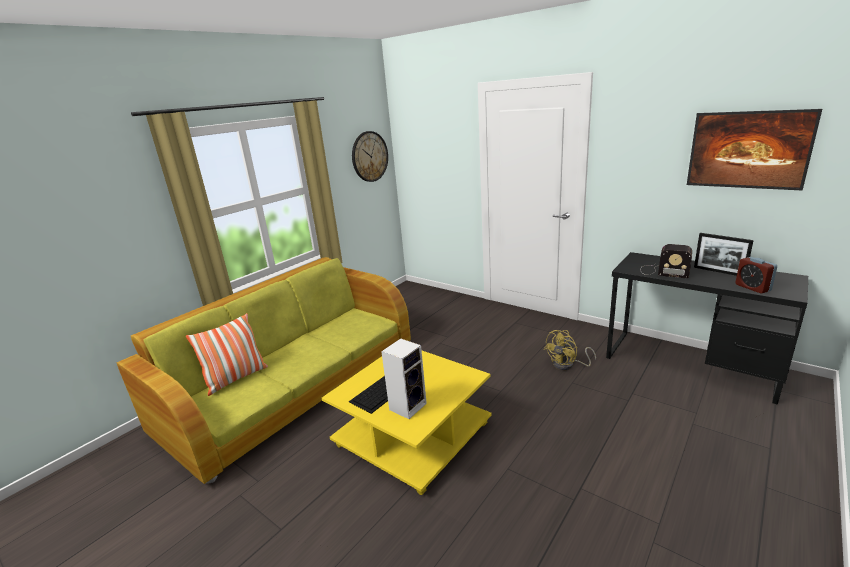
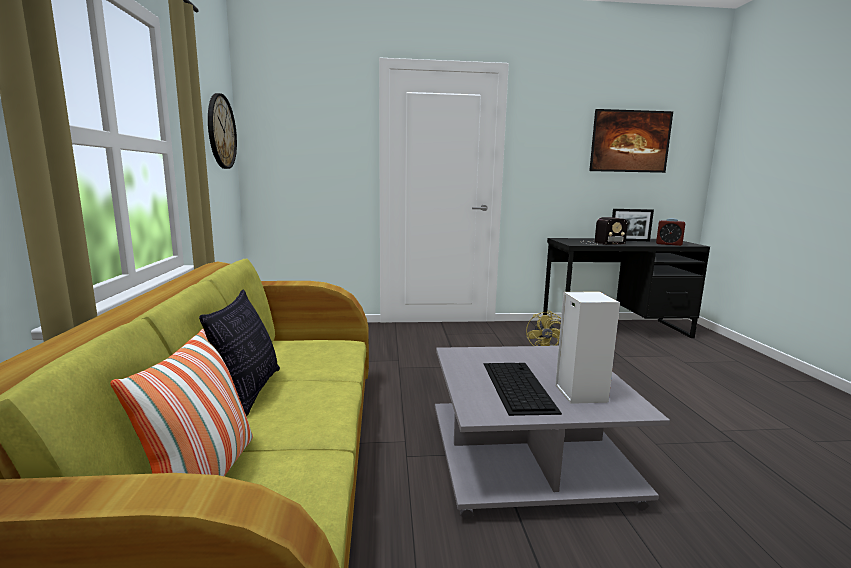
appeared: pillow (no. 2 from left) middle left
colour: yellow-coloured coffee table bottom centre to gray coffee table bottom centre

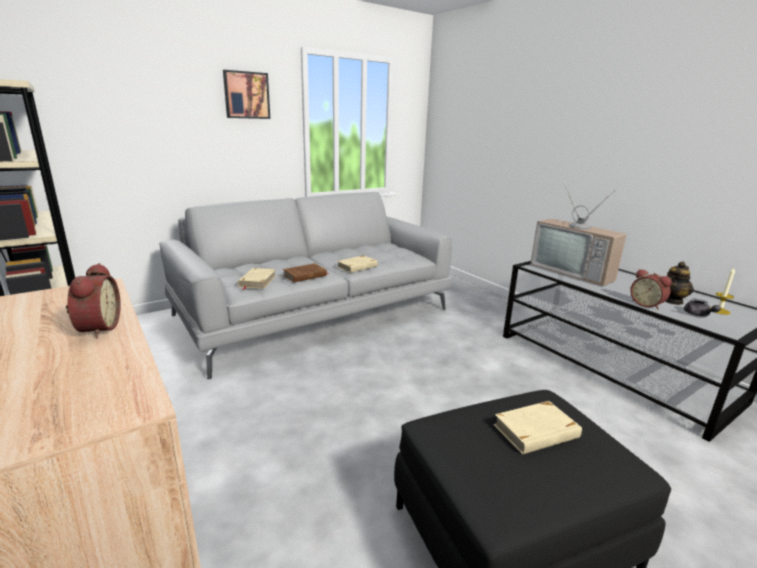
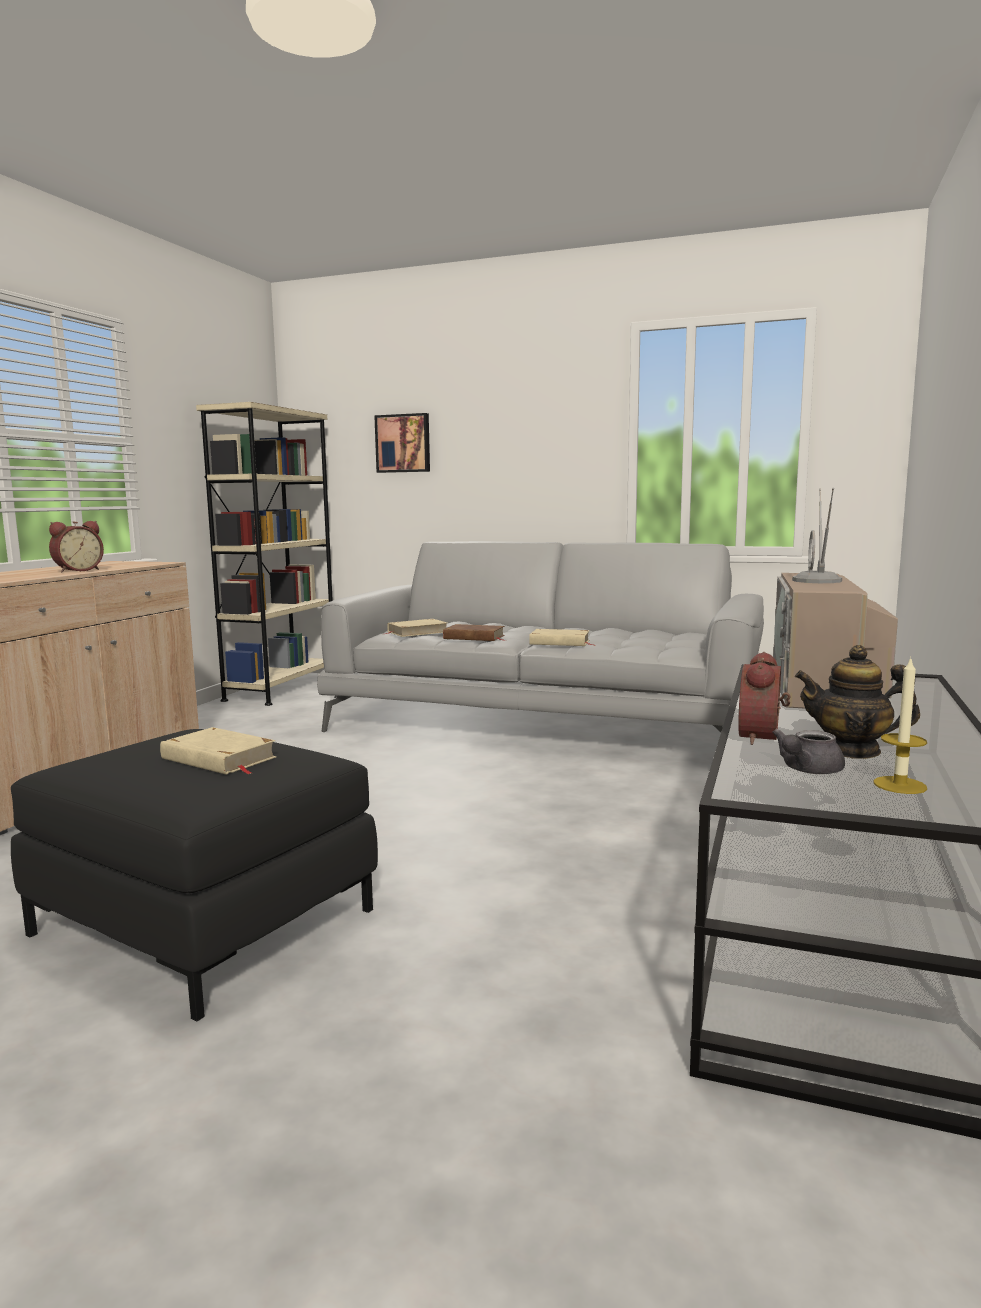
relocated: wall picture top left to centre

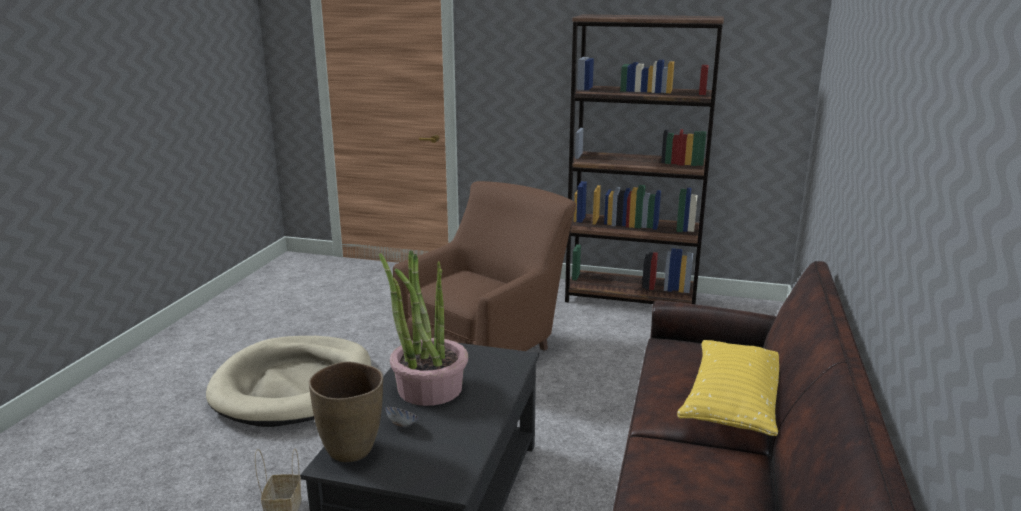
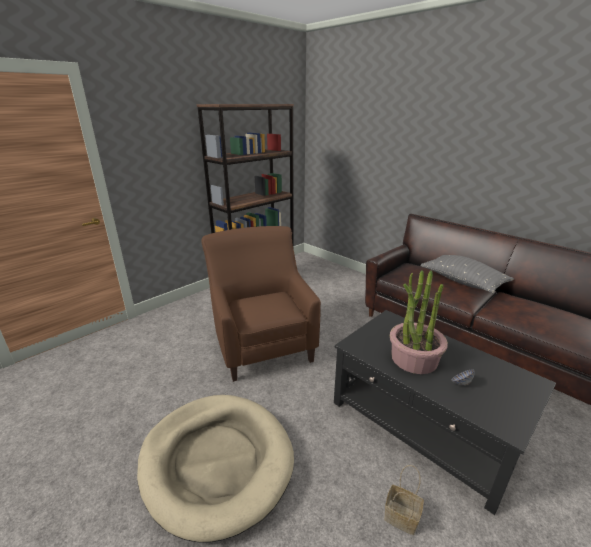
missing: brownish vase bottom centre
colour: yellow-coloured pillow bottom right to gray pillow middle right

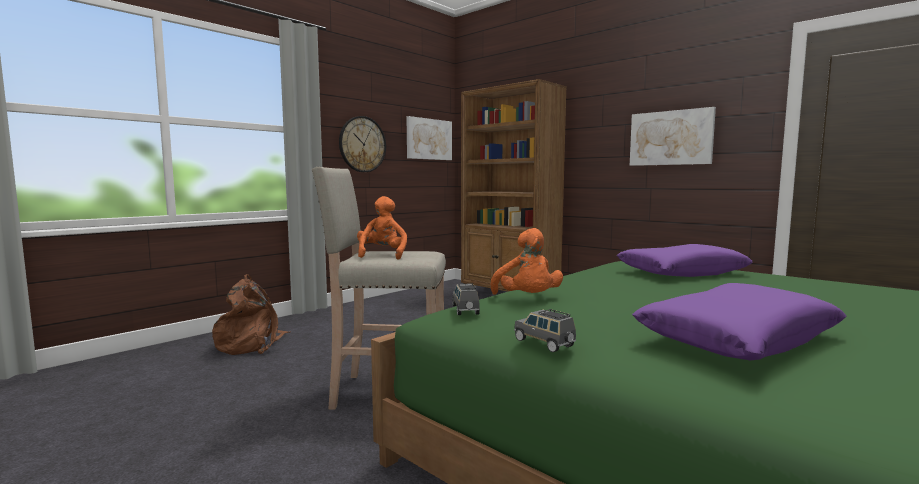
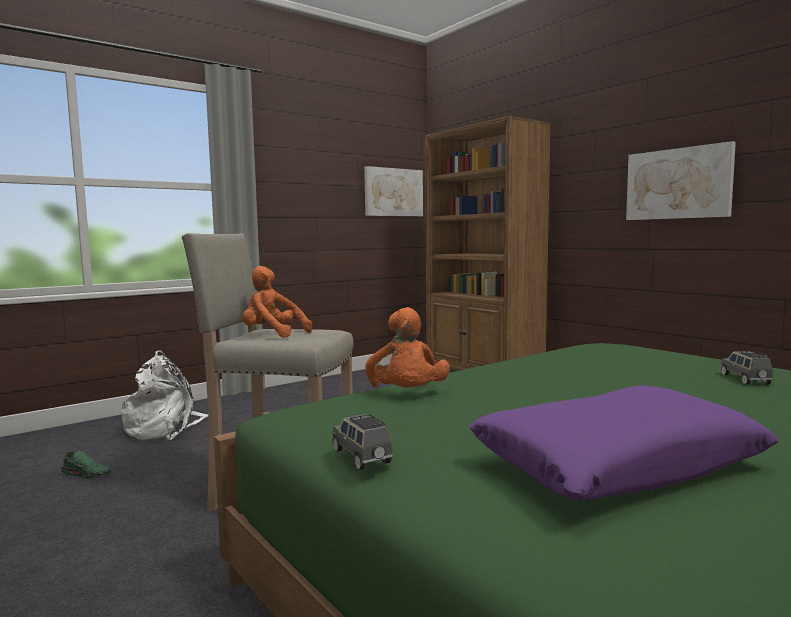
missing: clock on the wall top centre; purple pillow (no. 1 from left) middle right
appeared: greenish low shoe bottom left
relocated: gray miniature car (no. 1 from left in the first image) centre to gray miniature car (no. 2 from left) middle right
colour: brownish backpack middle left to white backpack middle left
spun: orange soft toy (no. 1 from left) centre = centre 75 degrees counterclockwise

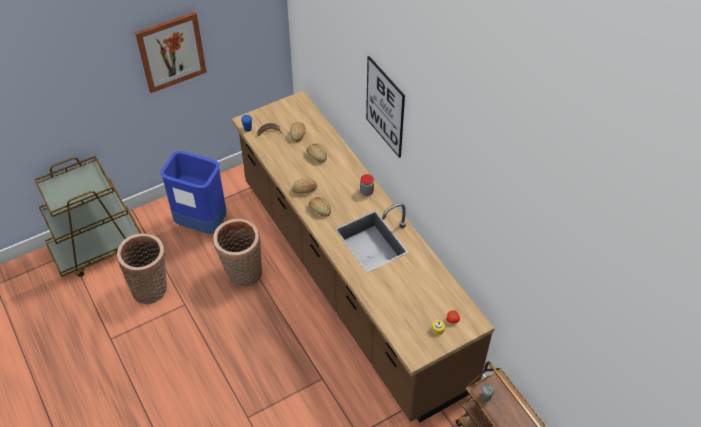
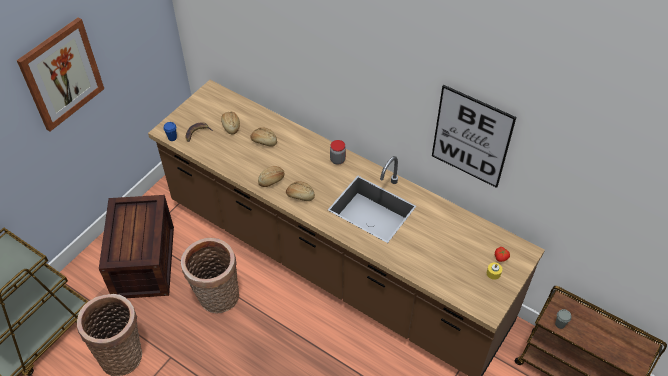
relocated: wall picture (no. 2 from left) top centre to middle right
exchanged: blue-coloured waste bin middle left to packing crate middle left

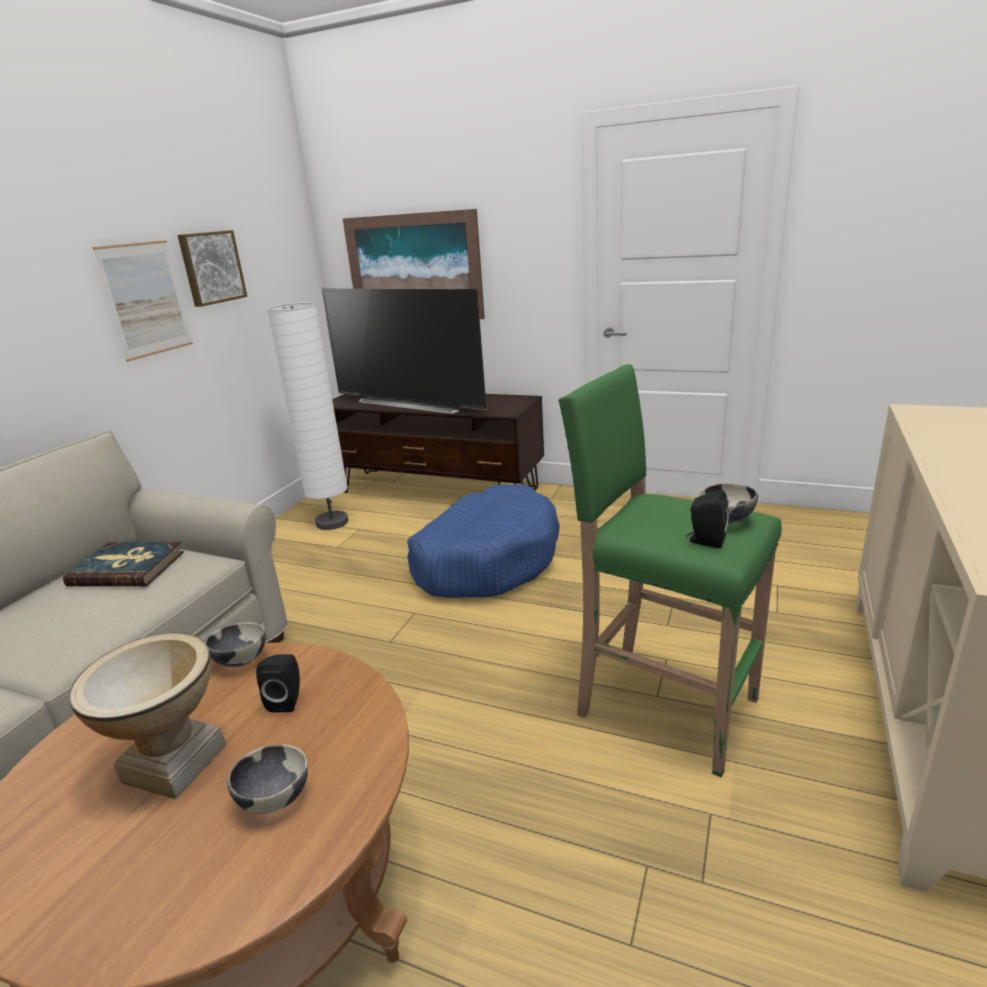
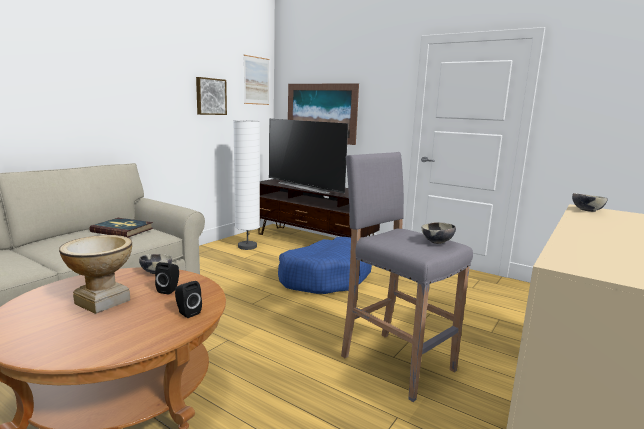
relocated: wall picture (no. 1 from left in the first image) top left to wall picture (no. 2 from left) top centre; serving bowl (no. 2 from left in the first image) bottom left to serving bowl (no. 3 from left) middle right; black-coloured loudspeaker (no. 2 from left) middle right to bottom left
colour: greenish sitting stool middle right to gray sitting stool centre

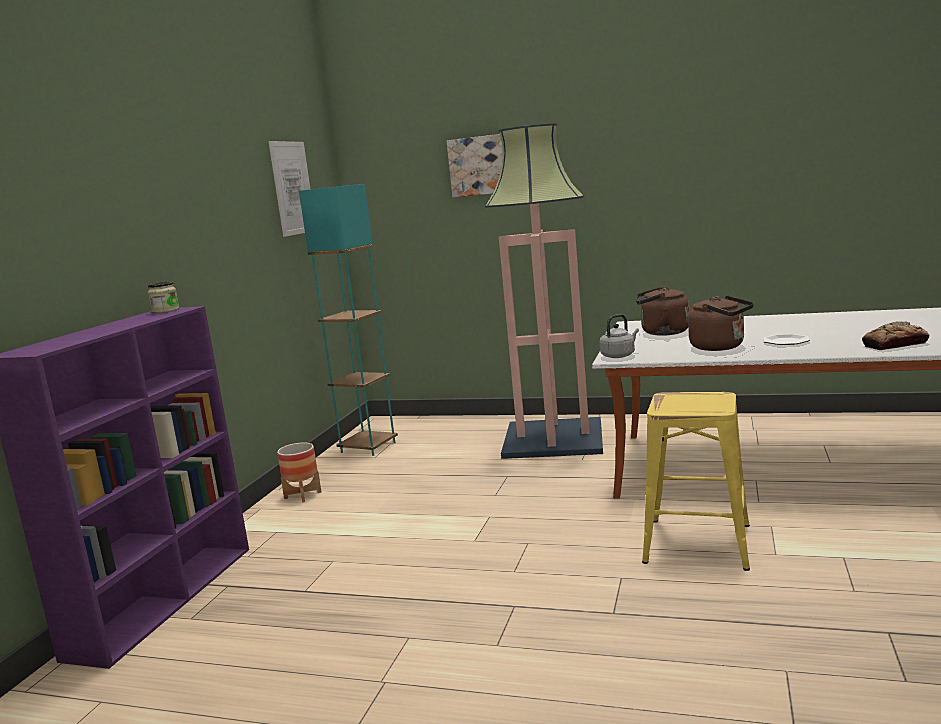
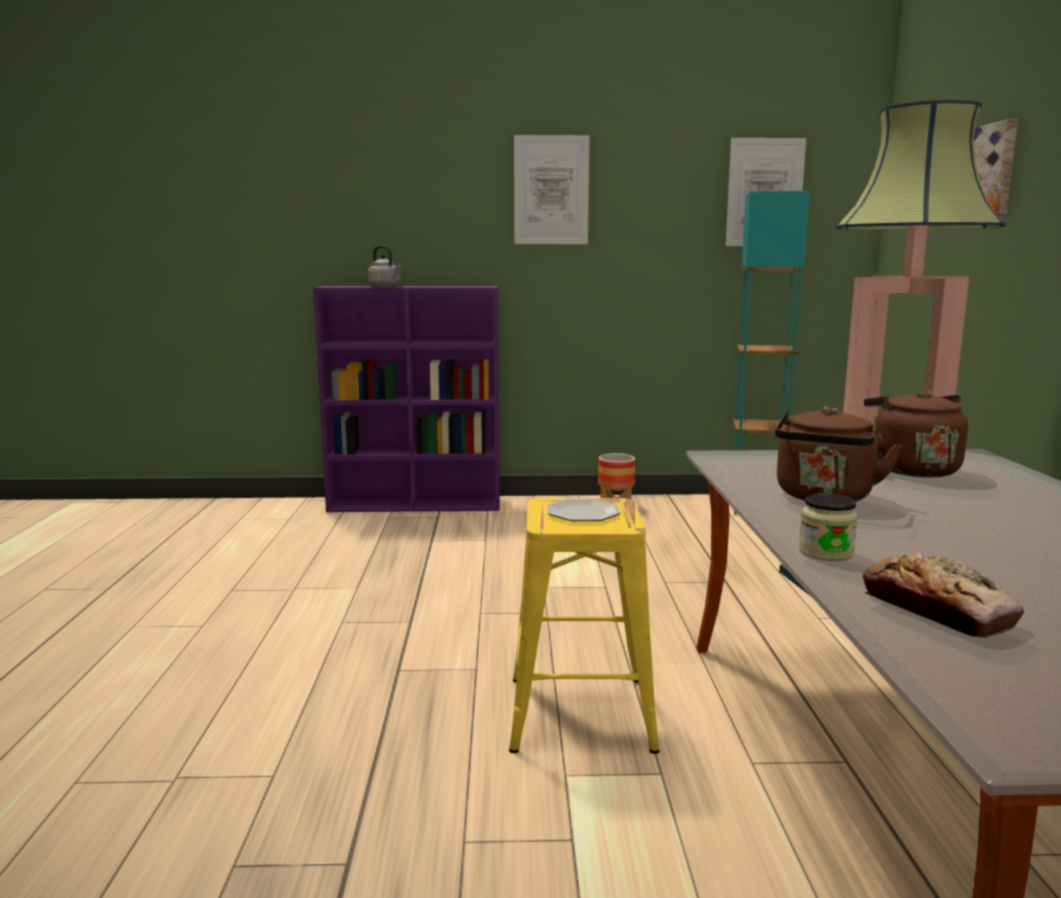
appeared: wall picture (no. 1 from left) top centre
relocated: storage jar middle left to middle right; gray kettle centre to top centre; dinner plate middle right to centre

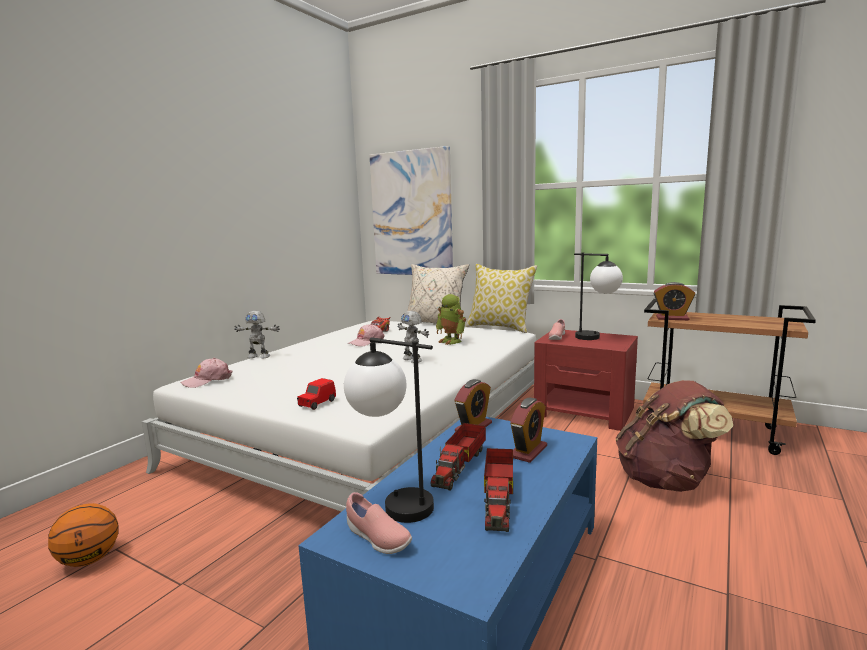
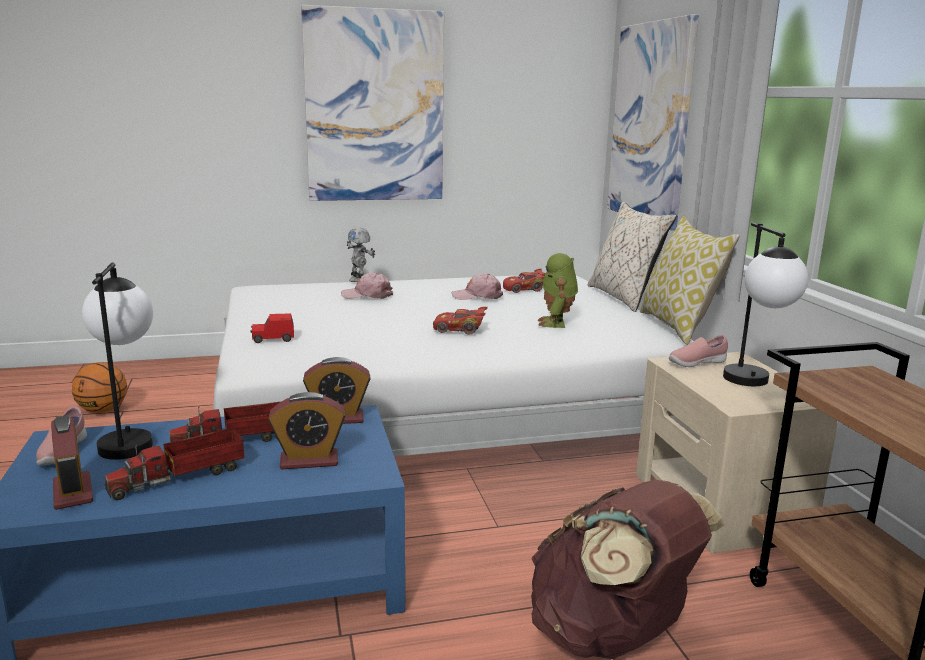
appeared: wall picture (no. 1 from left) top centre
relocated: pinkish baseball cap (no. 1 from left) middle left to centre; alarm clock (no. 3 from left in the first image) middle right to alarm clock (no. 1 from left) bottom left
exchanged: model robot (no. 2 from left) centre to red-coloured miniature car (no. 2 from left) centre
colour: red-coloured bedside table middle right to beige bedside table bottom right

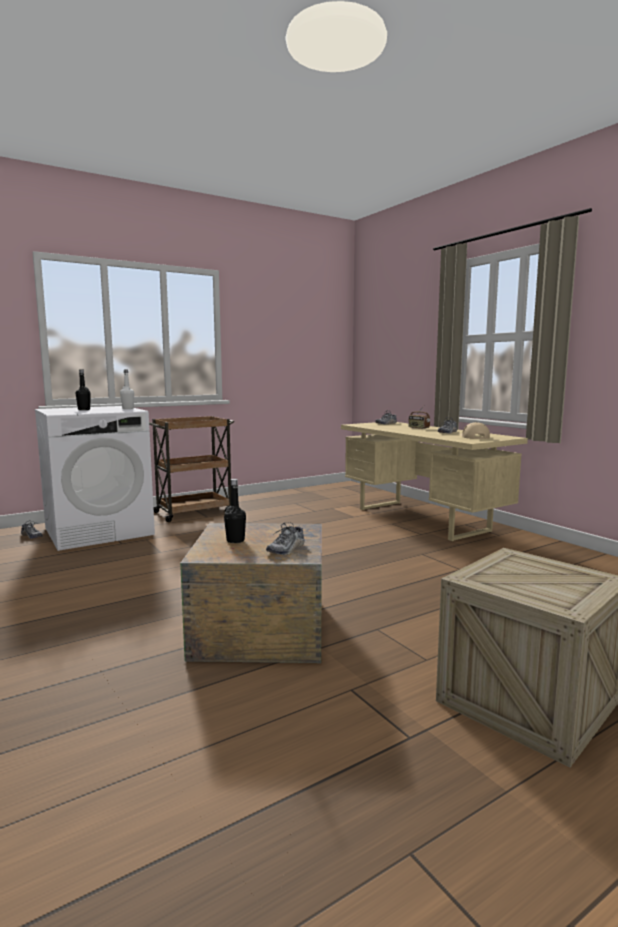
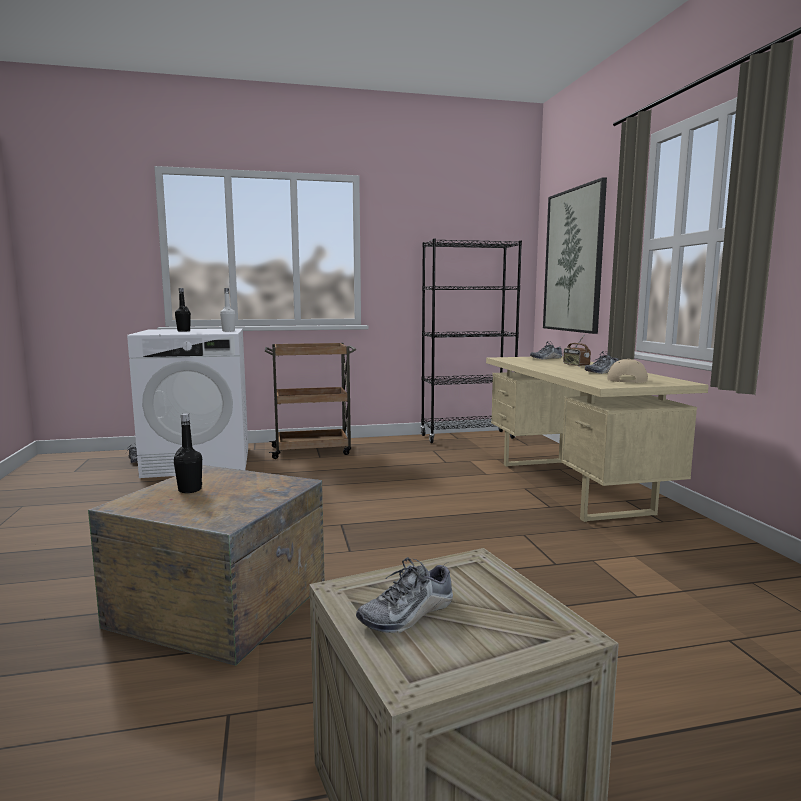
appeared: black-coloured bookshelf centre; wall picture top right
relocated: low shoe (no. 2 from left) centre to bottom centre

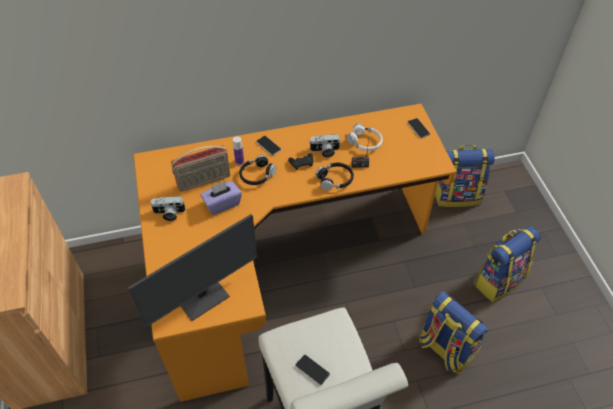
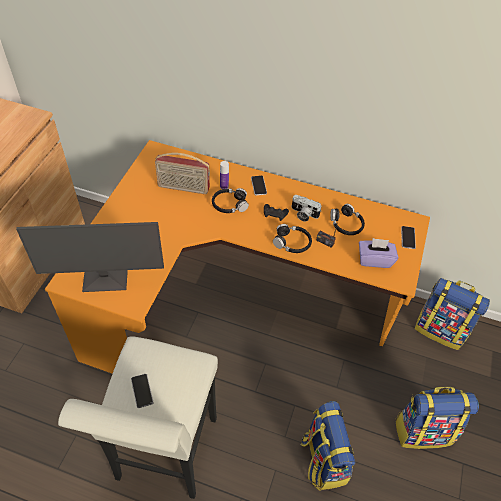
missing: photo camera (no. 1 from left) middle left
relocated: purple box of tissues centre to middle right
colour: white pair of headphones centre to black-coloured pair of headphones (no. 3 from left) middle right

